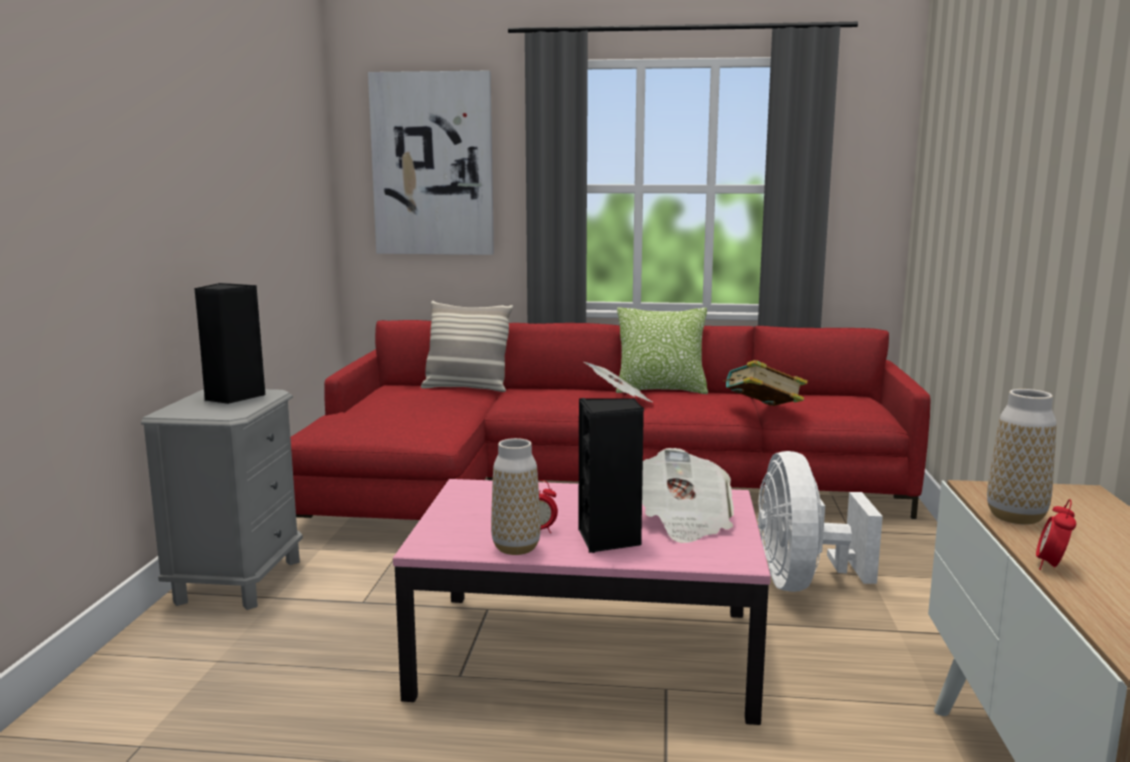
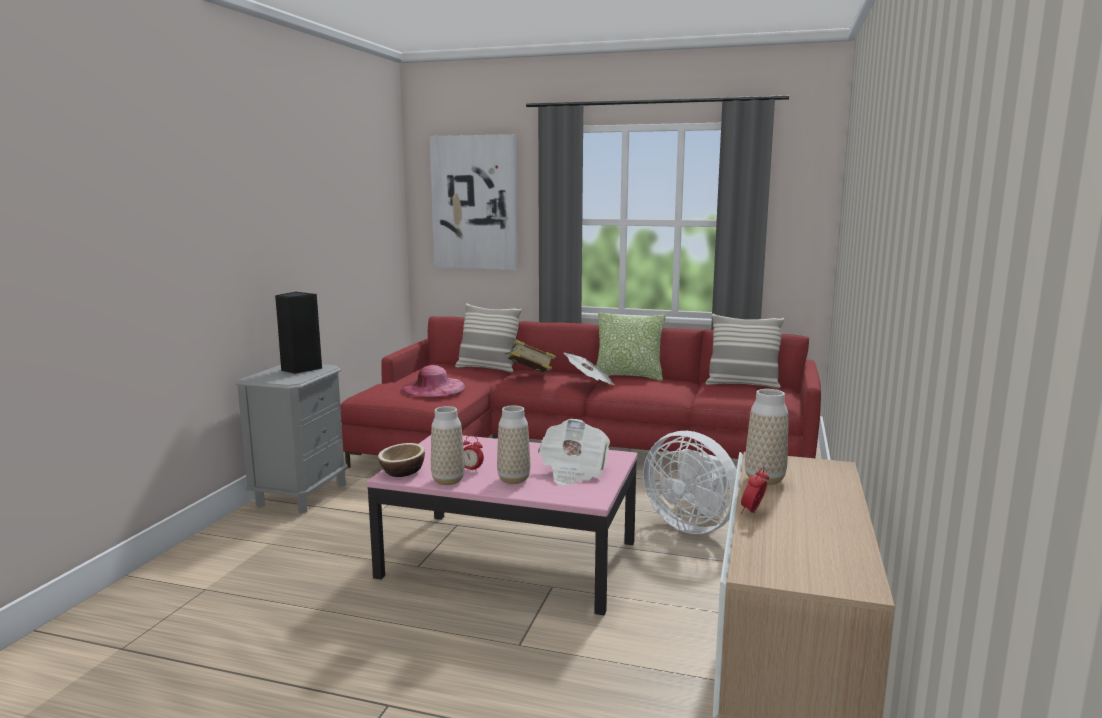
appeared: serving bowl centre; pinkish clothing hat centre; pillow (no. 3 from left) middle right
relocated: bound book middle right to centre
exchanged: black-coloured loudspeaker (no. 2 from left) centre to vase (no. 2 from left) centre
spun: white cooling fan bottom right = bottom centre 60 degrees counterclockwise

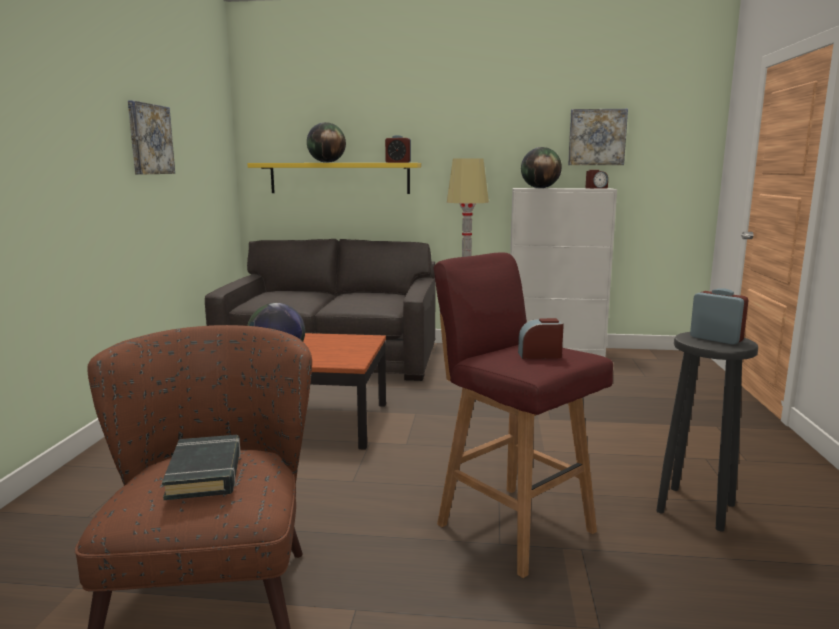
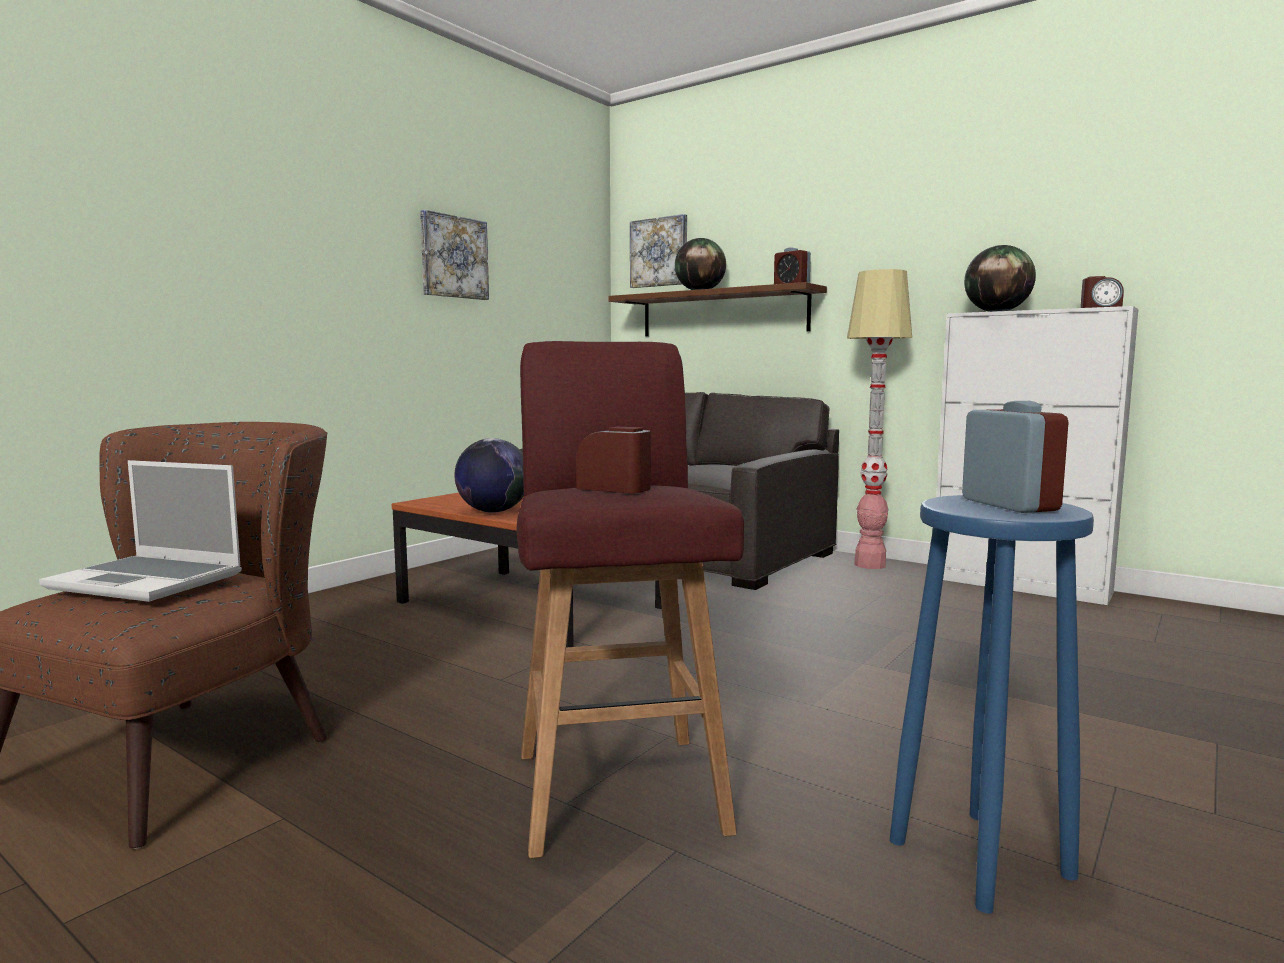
relocated: wall picture (no. 2 from left) top right to top centre
exchanged: black-coloured bound book bottom left to laptop middle left
colour: yellow-coloured shelf top centre to brownish shelf top centre; black-coloured sitting stool bottom right to blue-coloured sitting stool bottom right

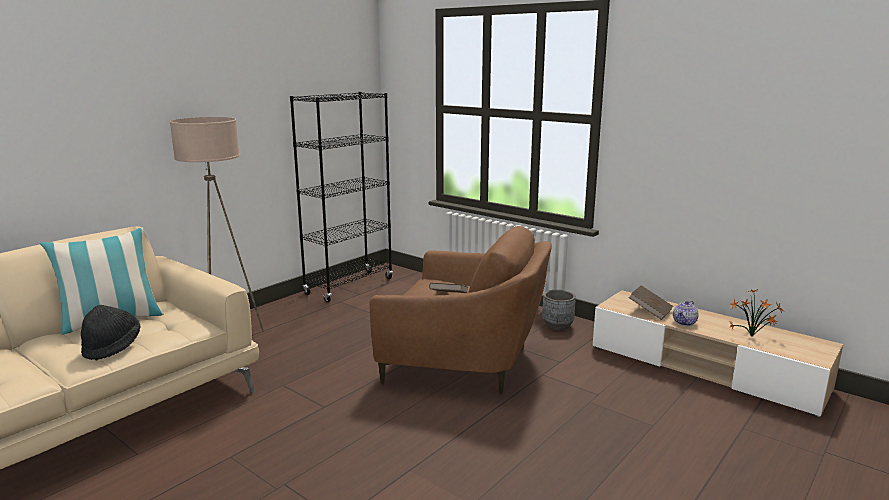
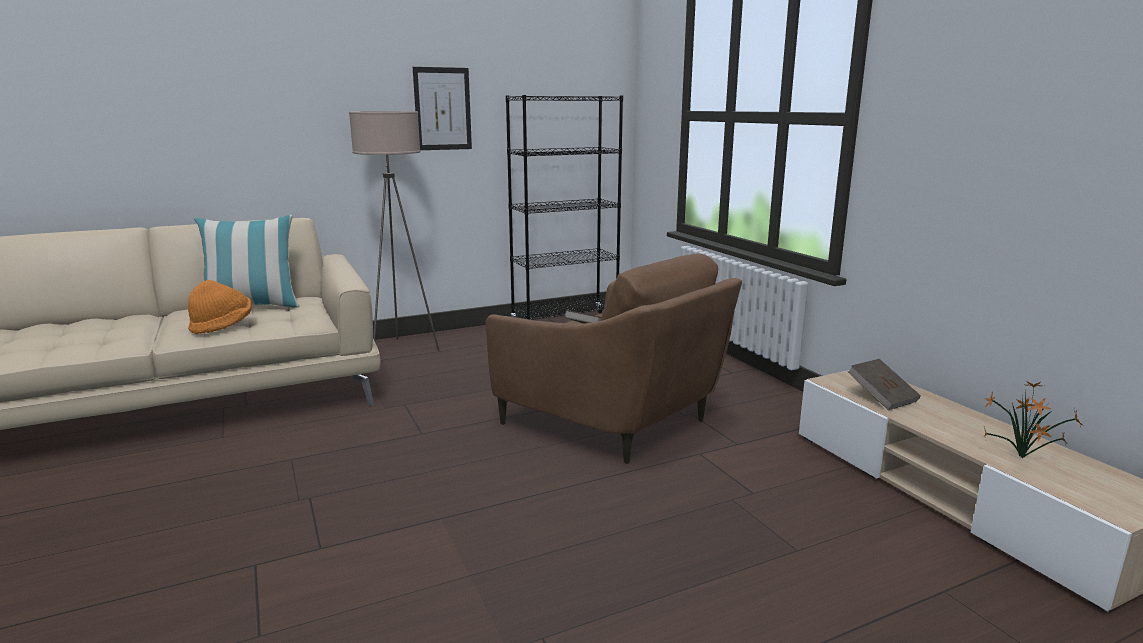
missing: gray planter centre; tea pot middle right
appeared: wall picture top centre
colour: black-coloured clothing hat middle left to orange clothing hat middle left

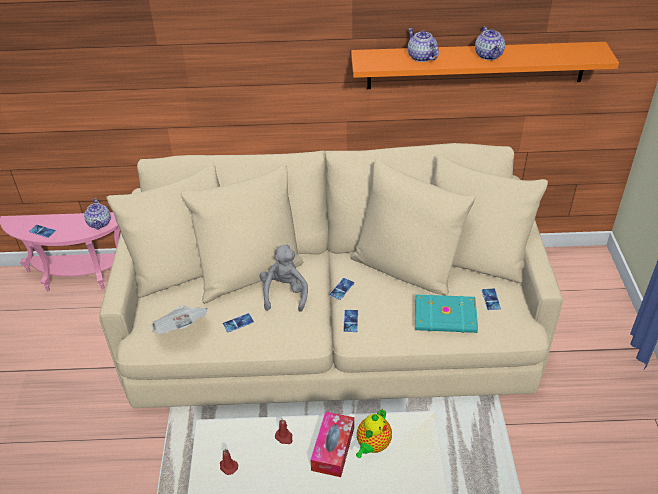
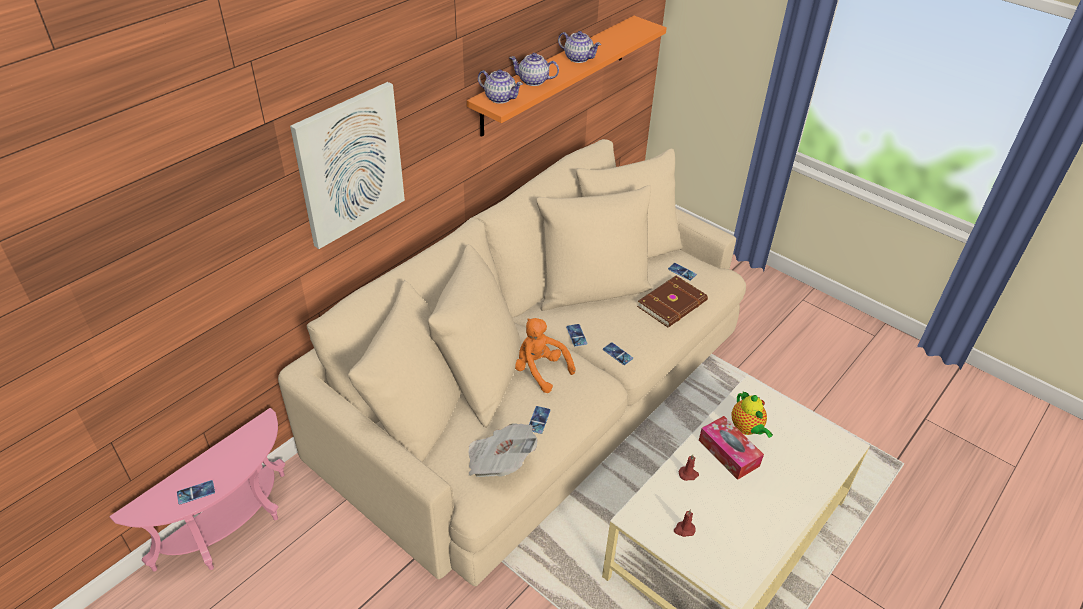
appeared: wall picture top left
relocated: tea pot (no. 1 from left) middle left to top centre
colour: gray soft toy centre to orange soft toy centre; turquoise-coloured bound book middle right to brownish bound book centre

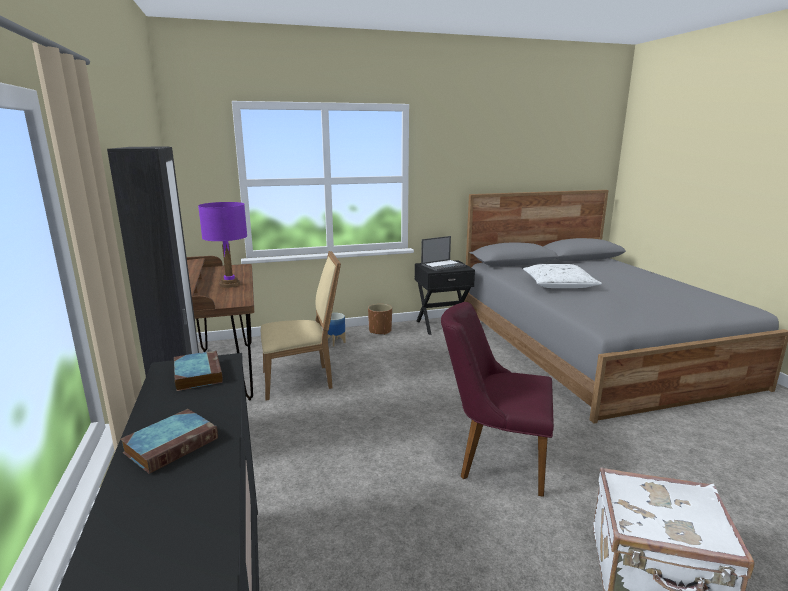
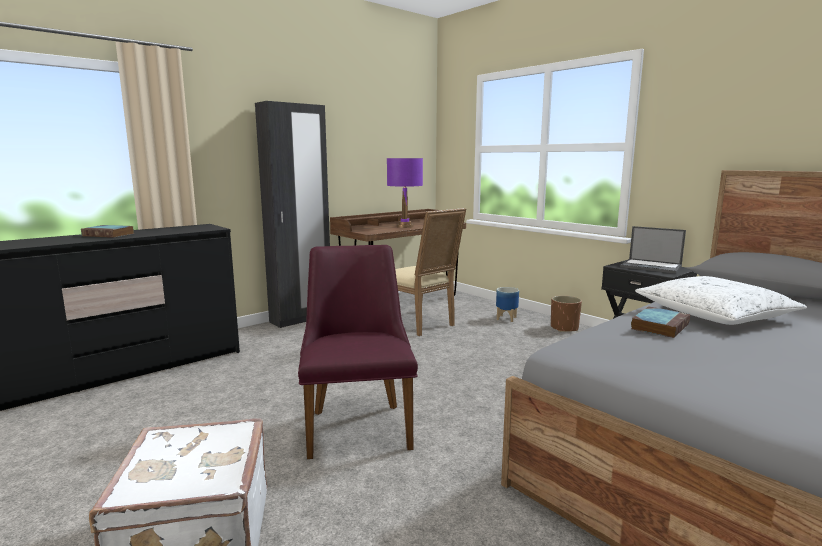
relocated: bound book (no. 2 from left) middle left to middle right

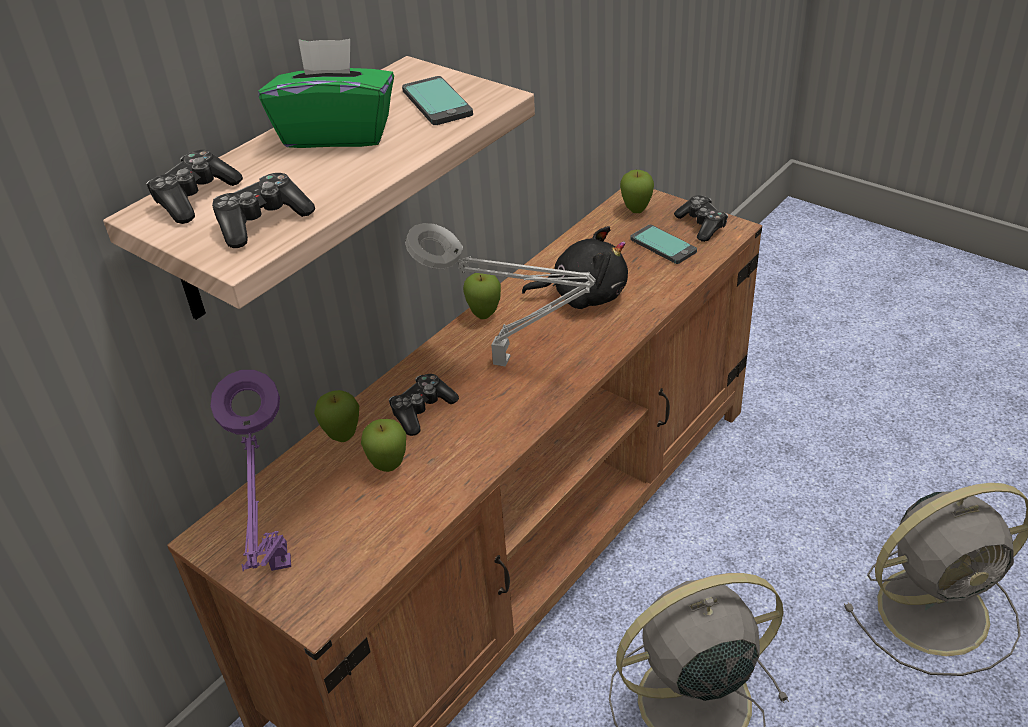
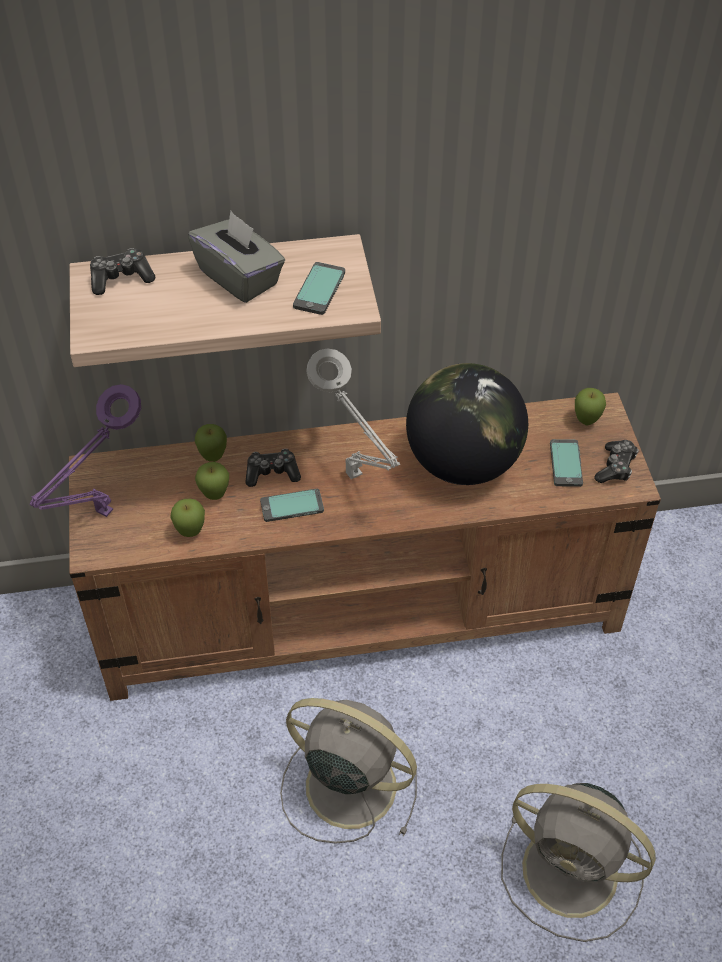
missing: game controller (no. 2 from left) top left
appeared: handset (no. 1 from left) centre
relocated: apple (no. 3 from left in the first image) centre to apple (no. 1 from left) middle left
exchanged: black-coloured soft toy centre to world globe centre
colour: greenish box of tissues top left to gray box of tissues top left

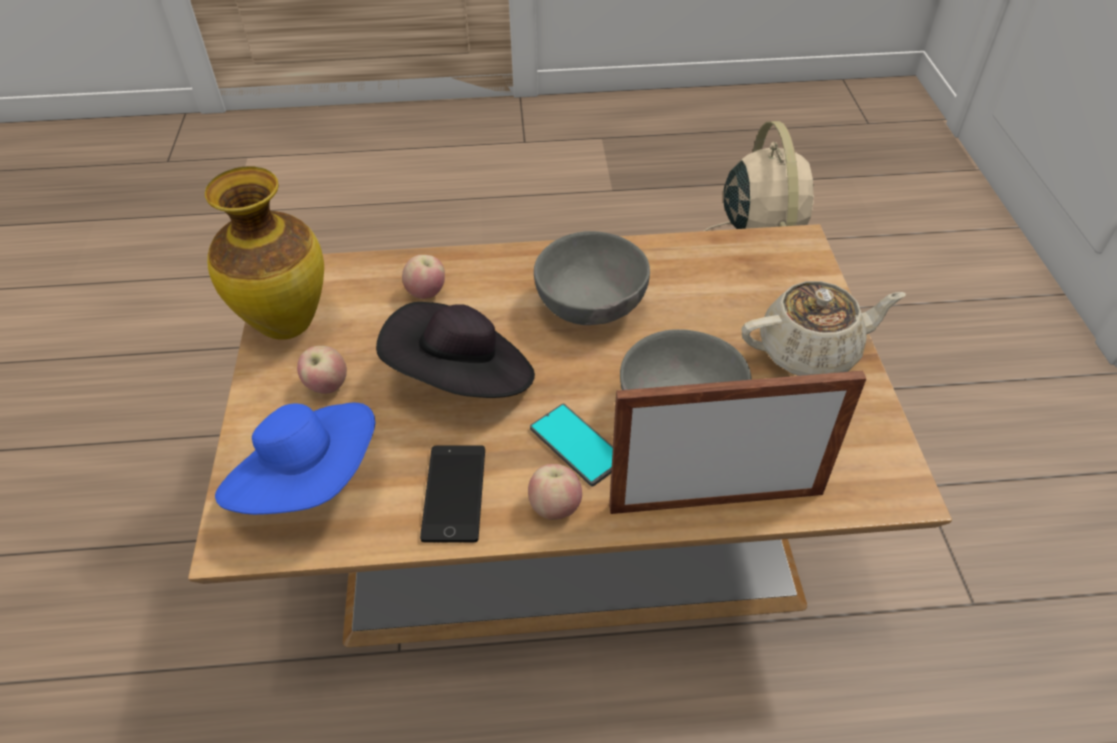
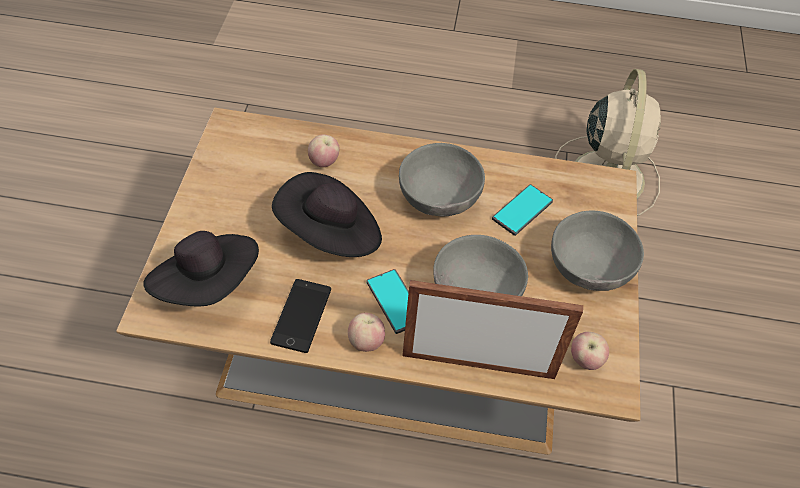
missing: vase middle left
appeared: handset (no. 3 from left) centre
relocated: apple (no. 1 from left in the first image) middle left to apple (no. 3 from left) bottom right
exchanged: beige tea pot middle right to gray serving bowl (no. 3 from left) middle right
colour: blue-coloured clothing hat middle left to black-coloured clothing hat (no. 1 from left) middle left

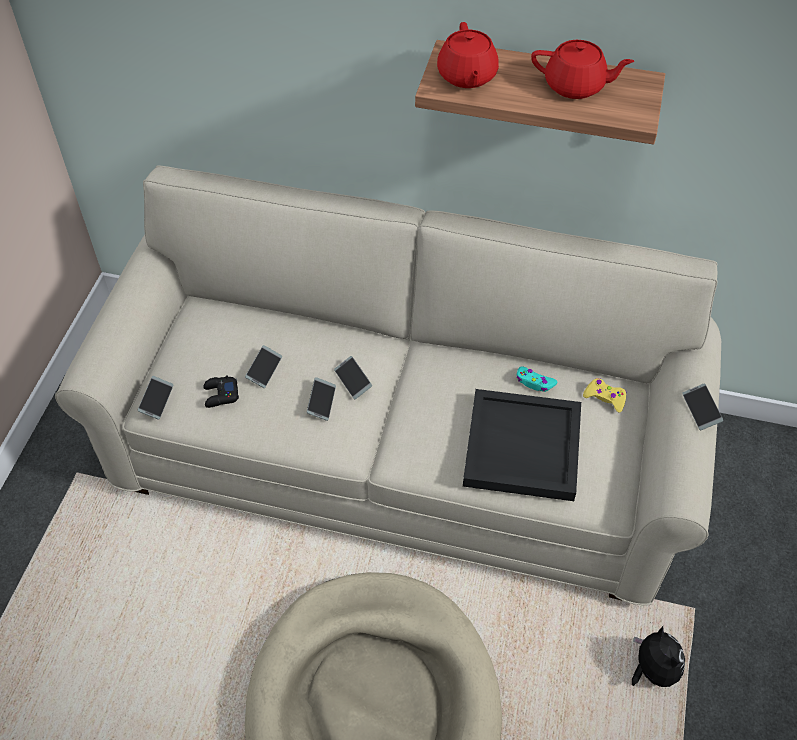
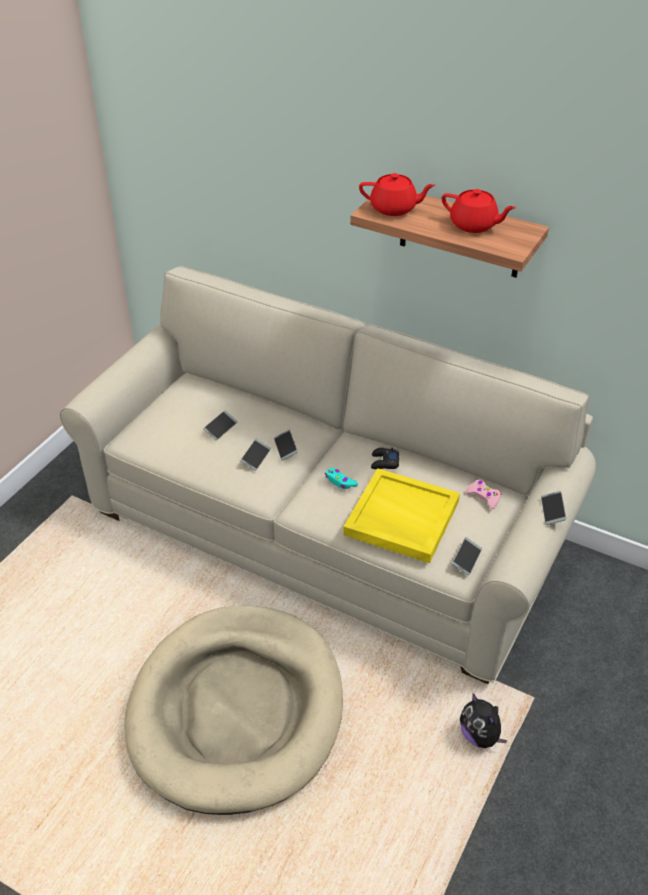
relocated: handset (no. 1 from left in the first image) middle left to handset (no. 4 from left) middle right; black-coloured game controller middle left to centre; turquoise-coloured game controller middle right to centre
colour: black-coloured tray centre to yellow-coloured tray centre; yellow-coloured game controller middle right to pinkish game controller middle right
spun: red-coloured tea pot (no. 1 from left) top centre = top centre 90 degrees counterclockwise; soft toy bottom right = bottom right 150 degrees clockwise

